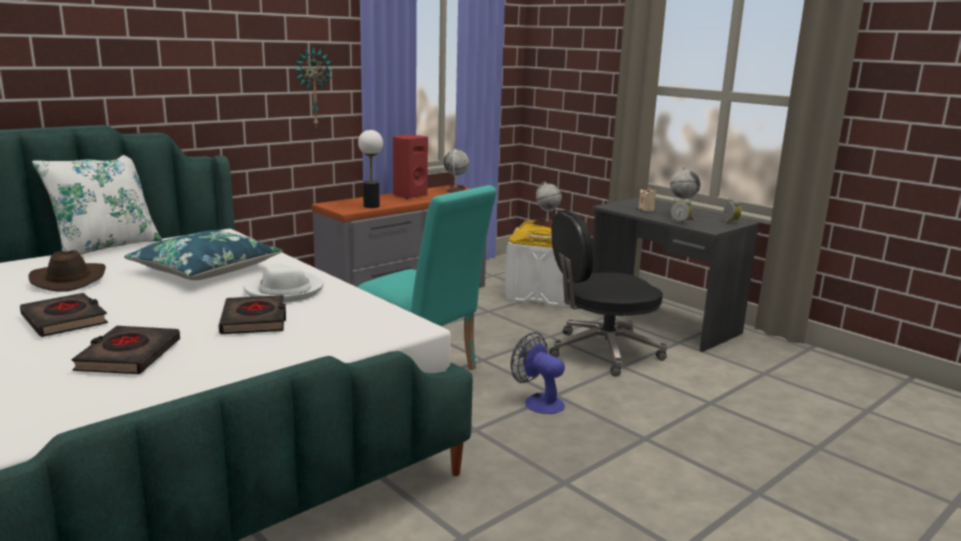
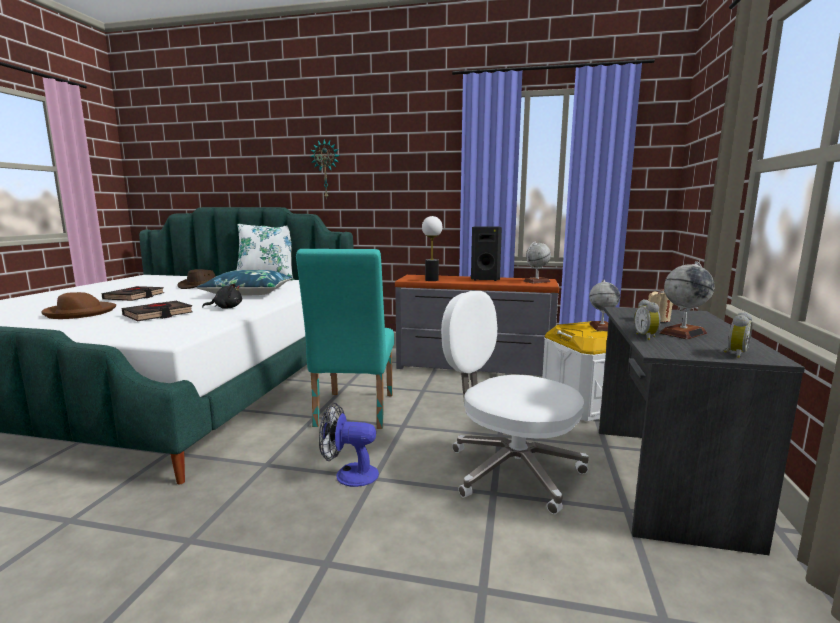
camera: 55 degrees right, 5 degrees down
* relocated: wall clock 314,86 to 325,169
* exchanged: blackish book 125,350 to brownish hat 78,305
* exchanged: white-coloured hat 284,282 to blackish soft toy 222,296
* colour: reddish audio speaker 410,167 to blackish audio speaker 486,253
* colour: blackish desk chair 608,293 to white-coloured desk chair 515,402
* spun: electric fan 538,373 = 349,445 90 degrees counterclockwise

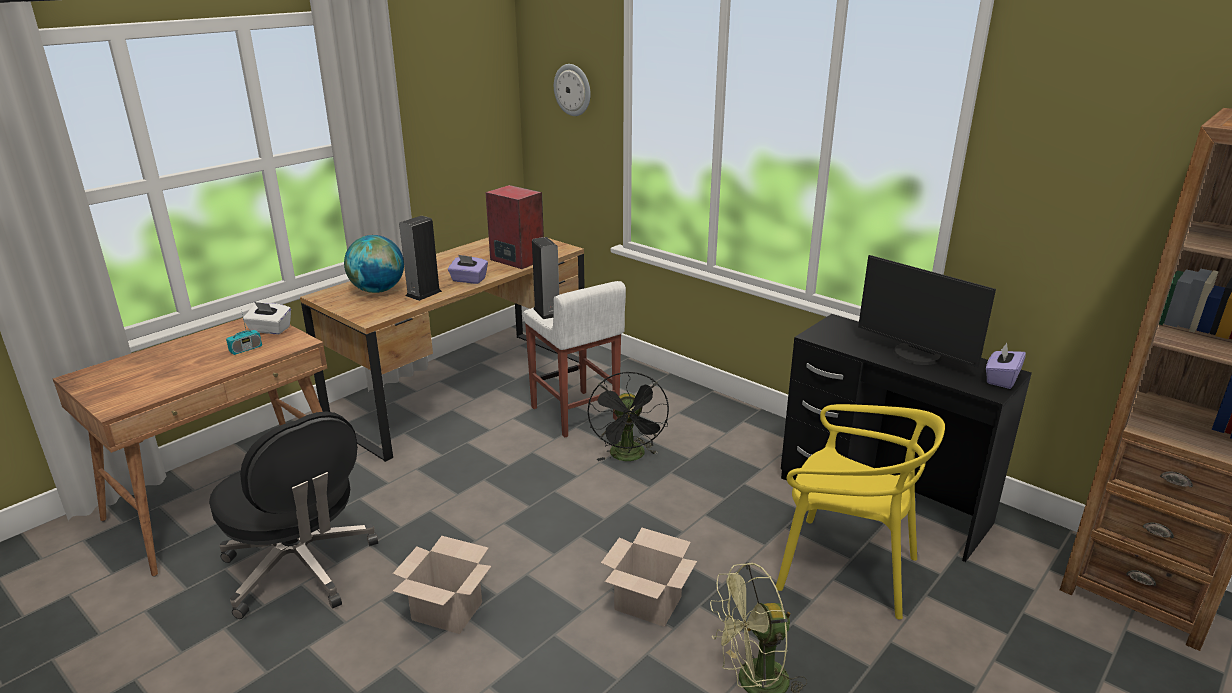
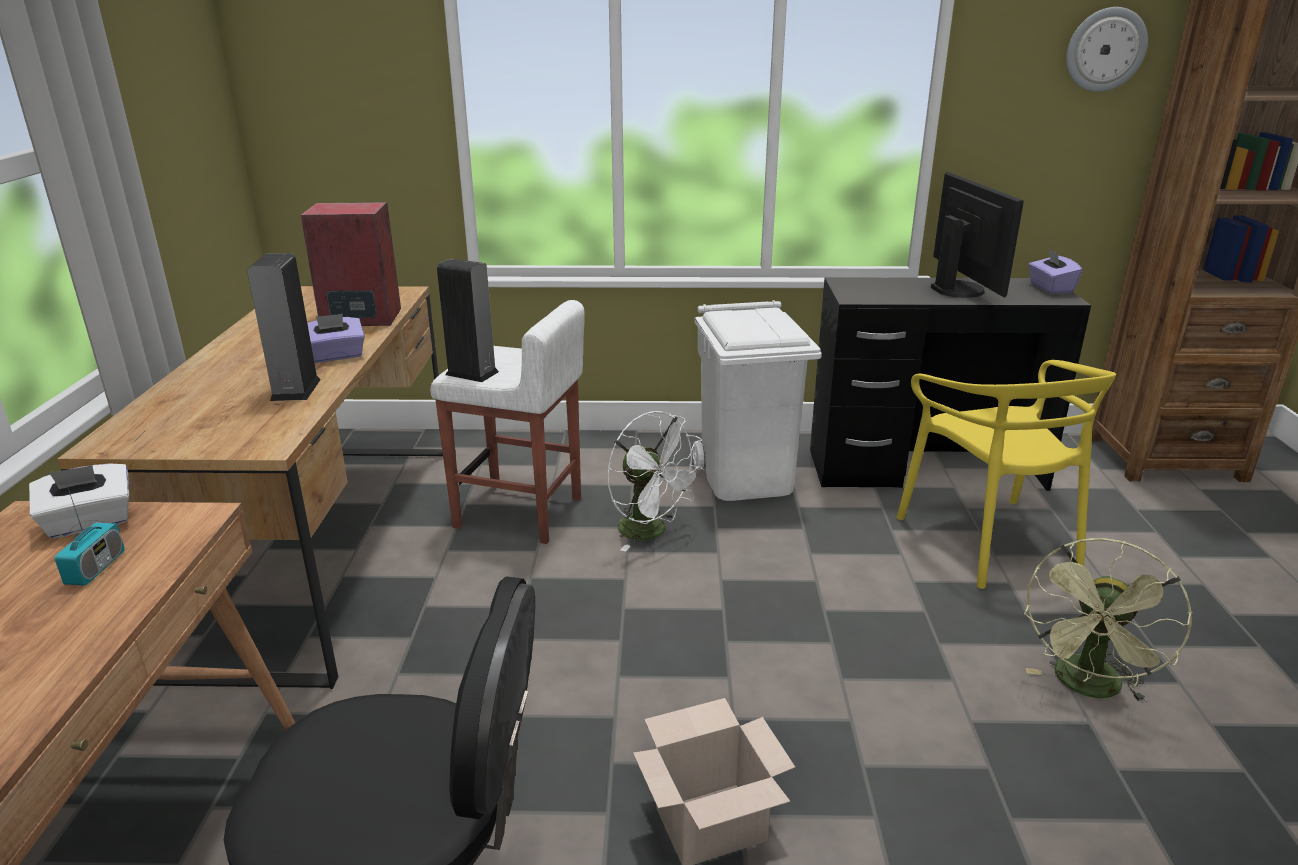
camera: 40 degrees left, 0 degrees up
* missing: desk globe 374,264
* missing: carton 649,577
* appeared: white-coloured trash can 757,400
* relocated: wall clock 572,90 to 1107,49
* colour: blackish electric fan 628,416 to white-coloured electric fan 655,481
* spun: yellowish upright chair 860,512 = 1006,474 90 degrees clockwise
* spun: computer screen 927,311 = 977,235 105 degrees counterclockwise

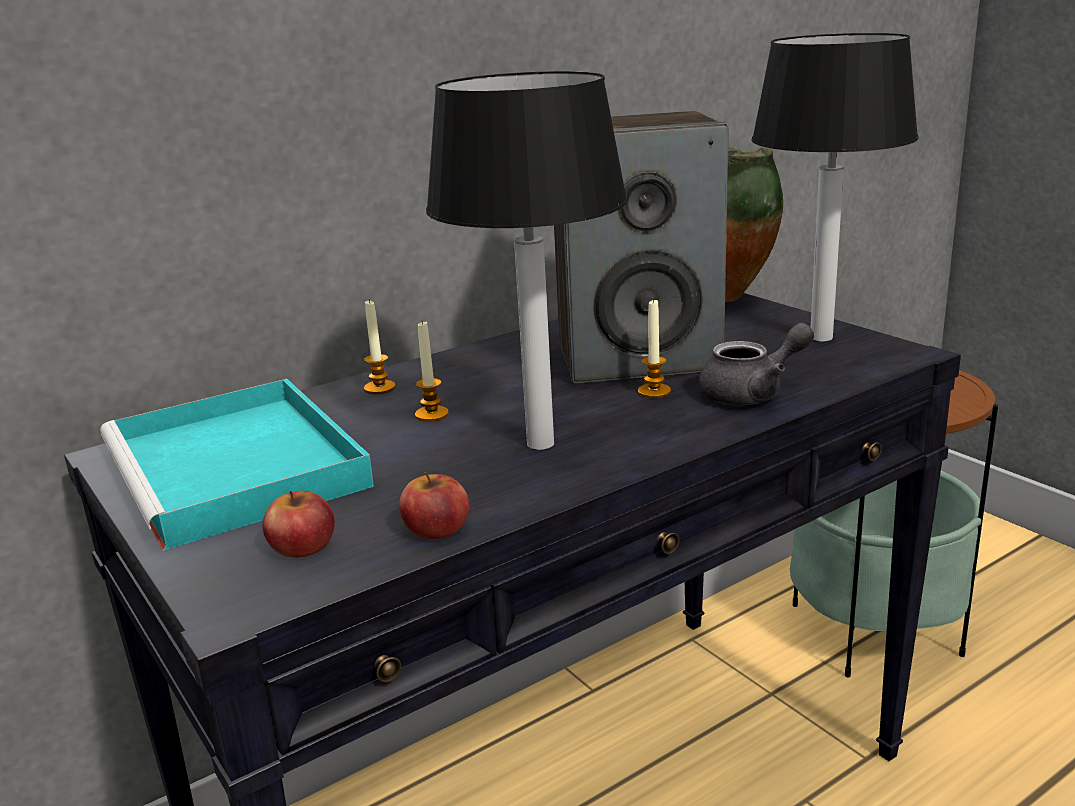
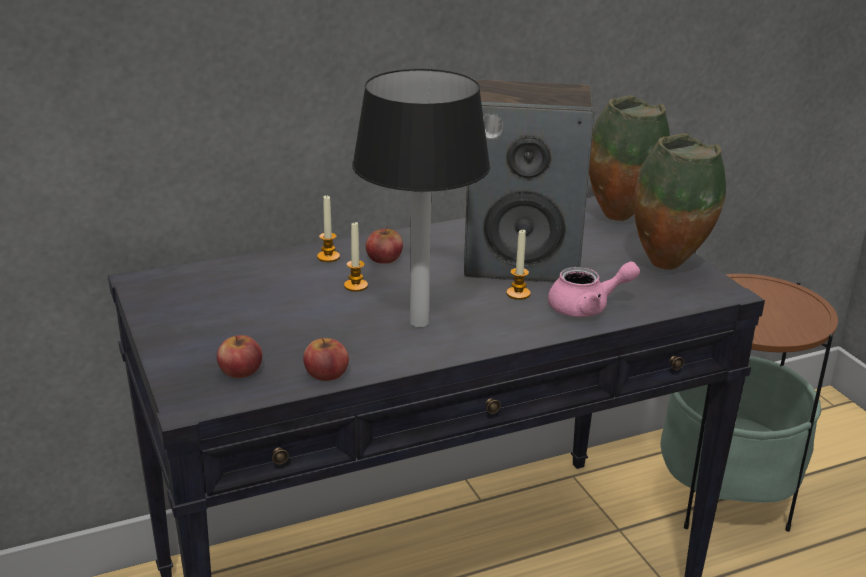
camera: 10 degrees right, 5 degrees up
* missing: blue-green serving tray 237,465
* appeared: apple 384,245
* exchanged: tabletop lamp 835,187 to flower vase 680,201
* colour: greyish teapot 756,364 to pink-coloured teapot 594,289

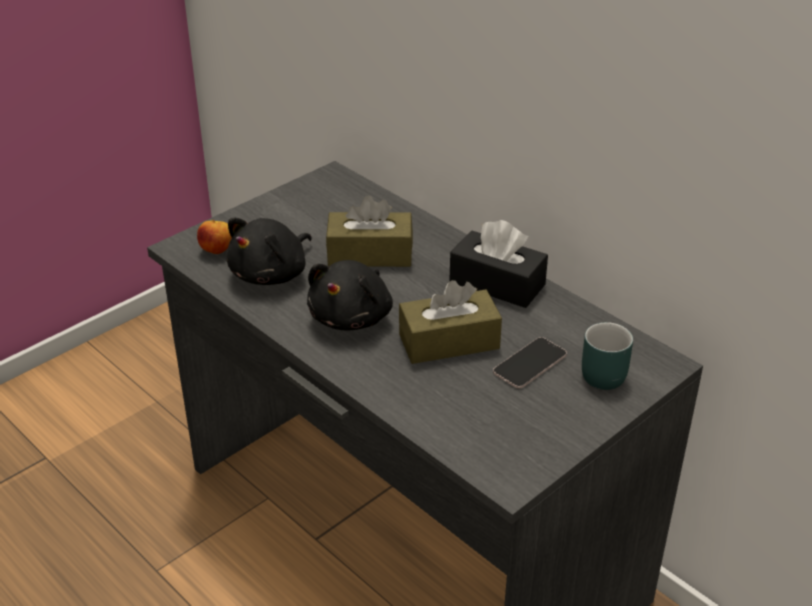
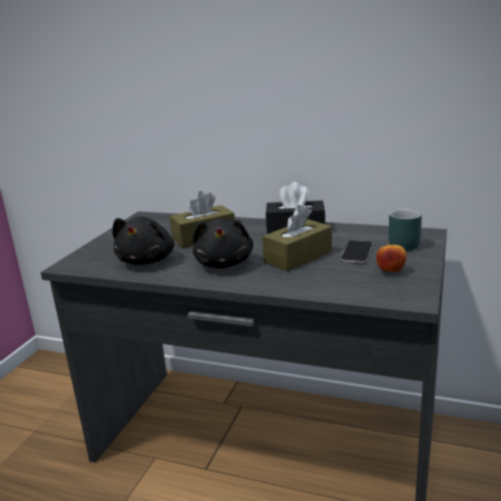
camera: 25 degrees left, 15 degrees down
* relocated: apple 214,237 to 391,258

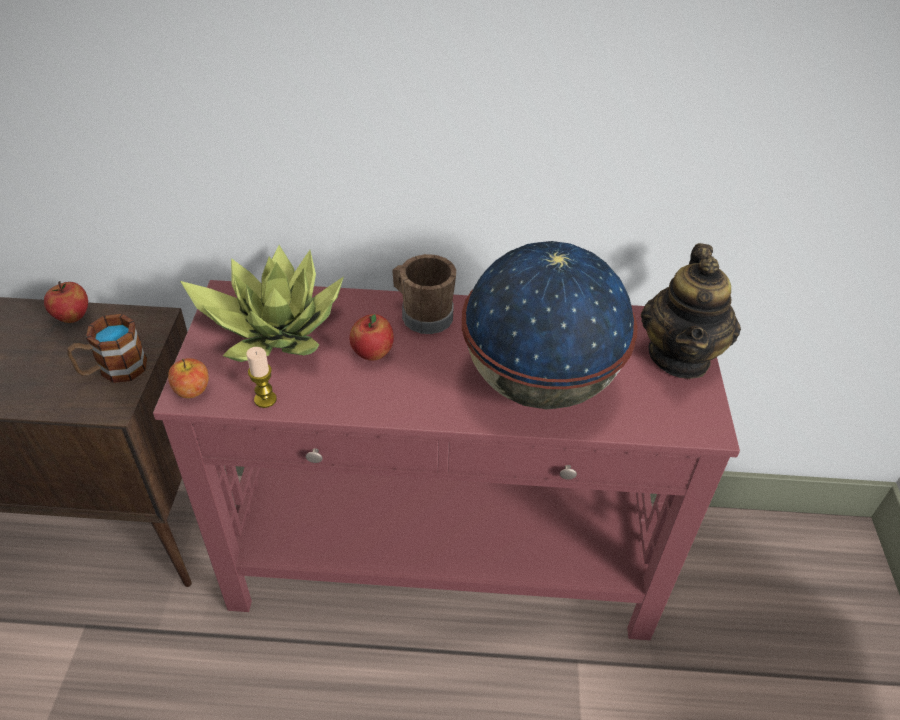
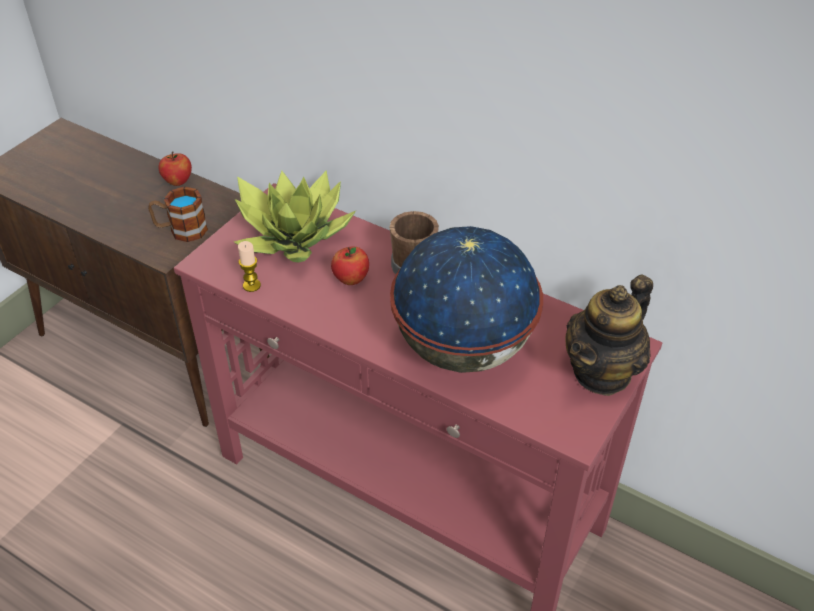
camera: 30 degrees right, 0 degrees up
* missing: apple 188,378

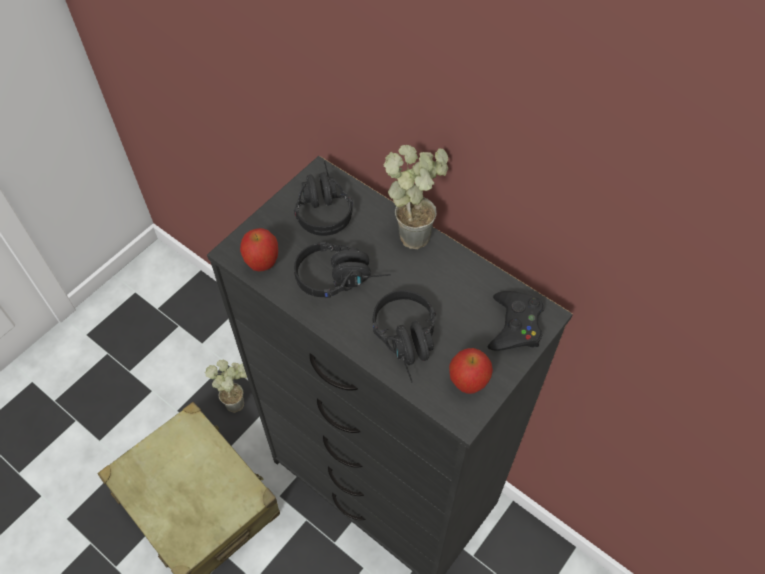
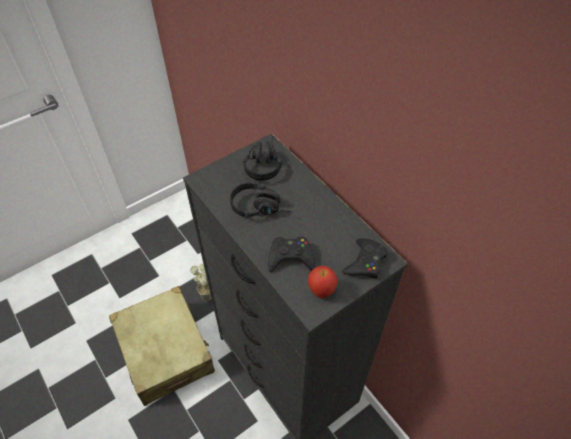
camera: 15 degrees right, 5 degrees down
* missing: apple 259,249
* missing: potted plant 416,197
* exchanged: blackish headphones 404,336 to blackish joypad 291,254

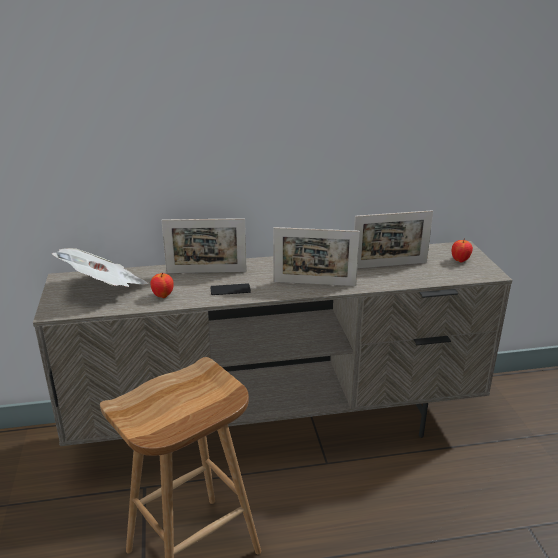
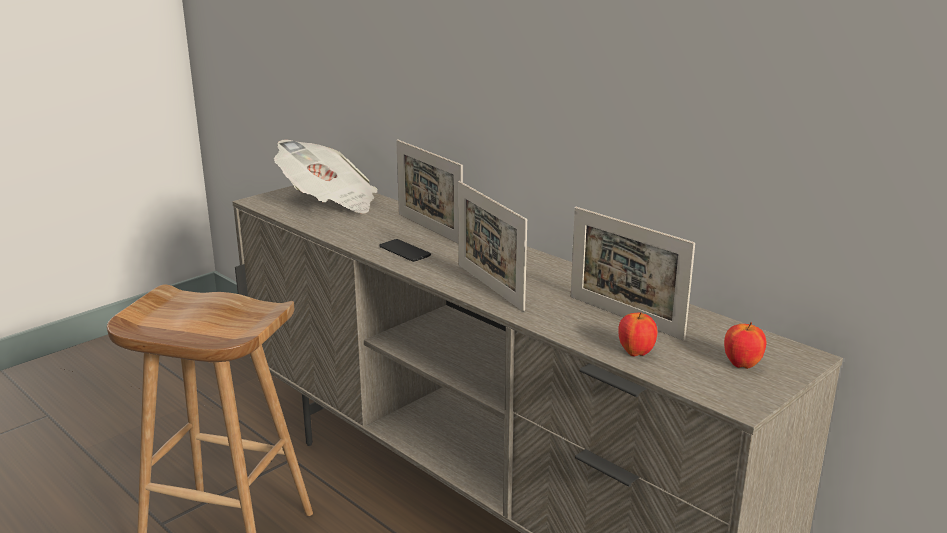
camera: 55 degrees right, 5 degrees down
* relocated: apple 162,285 to 637,334

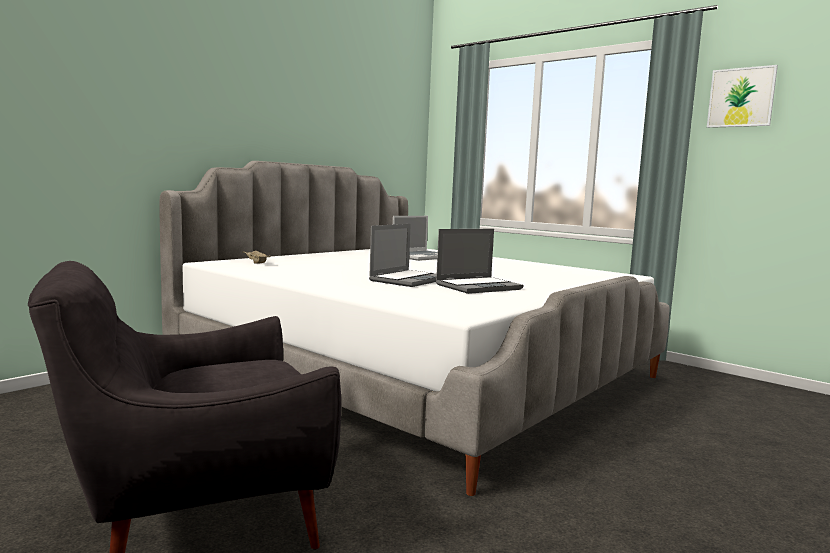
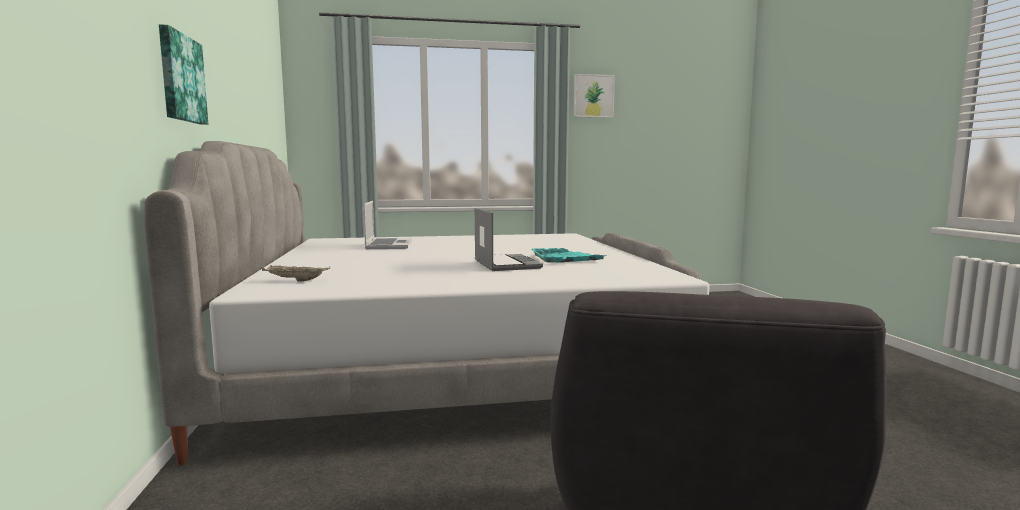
camera: 50 degrees left, 0 degrees up
* appeared: wall picture 183,74
* exchanged: laptop 479,261 to blue-green serving tray 568,255

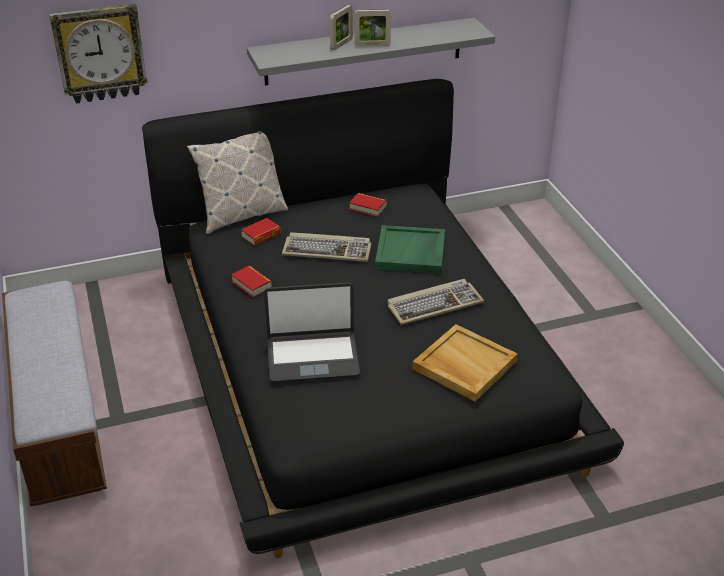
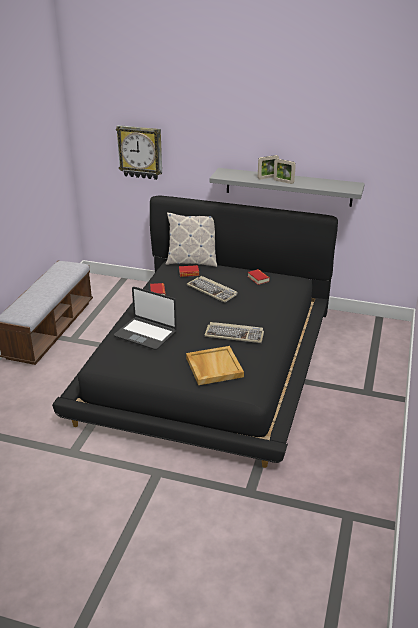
camera: 35 degrees right, 5 degrees down
* missing: green-coloured serving tray 410,249

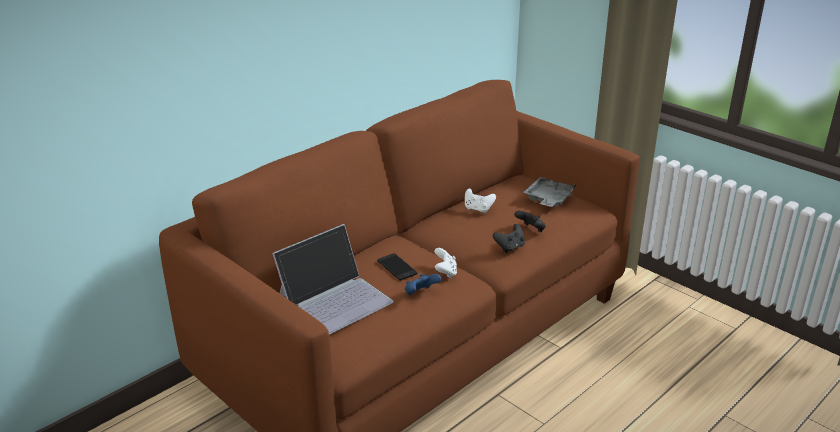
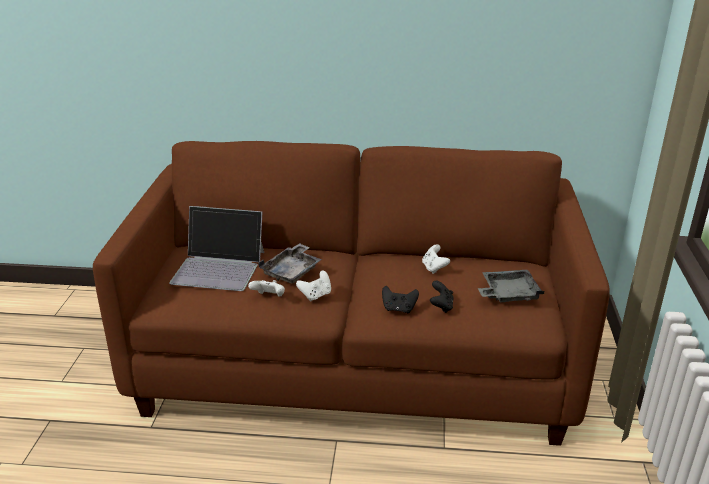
camera: 50 degrees right, 0 degrees up
* exchanged: telephone 397,267 to greyish serving tray 290,263
* colour: bluish joypad 423,284 to white-coloured joypad 266,288

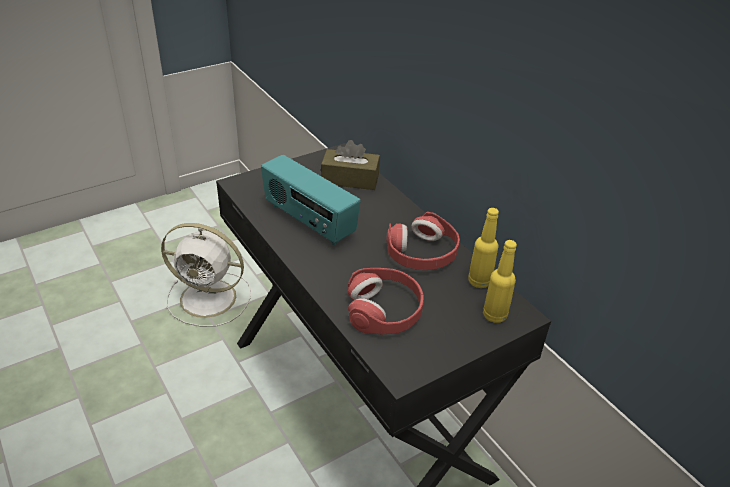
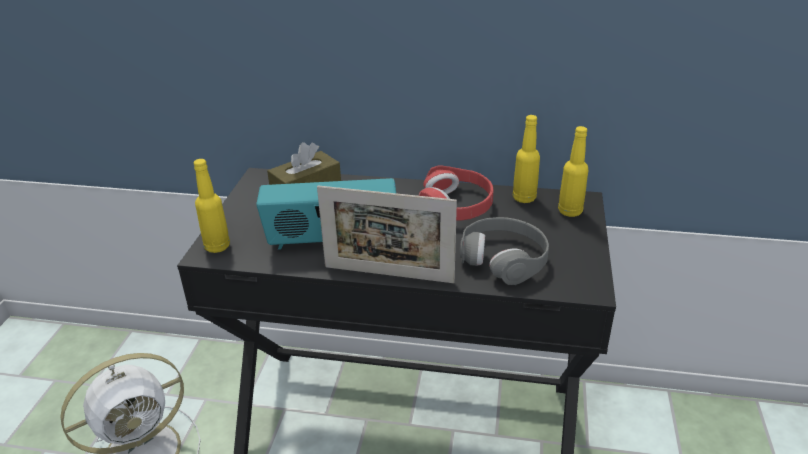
camera: 45 degrees left, 5 degrees down
* appeared: yellowish beverage bottle 212,206
* appeared: photo frame 387,234
* colour: reddish headphones 385,301 to greyish headphones 504,251

